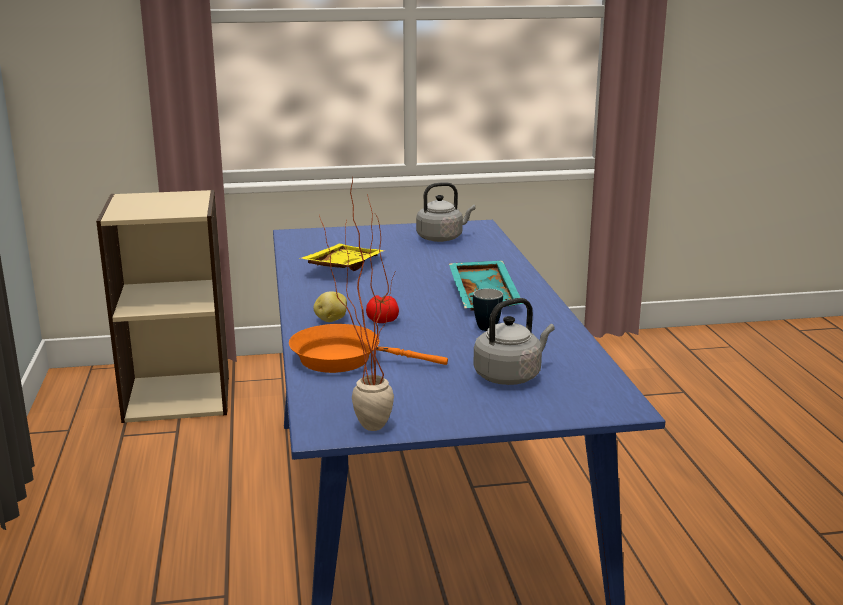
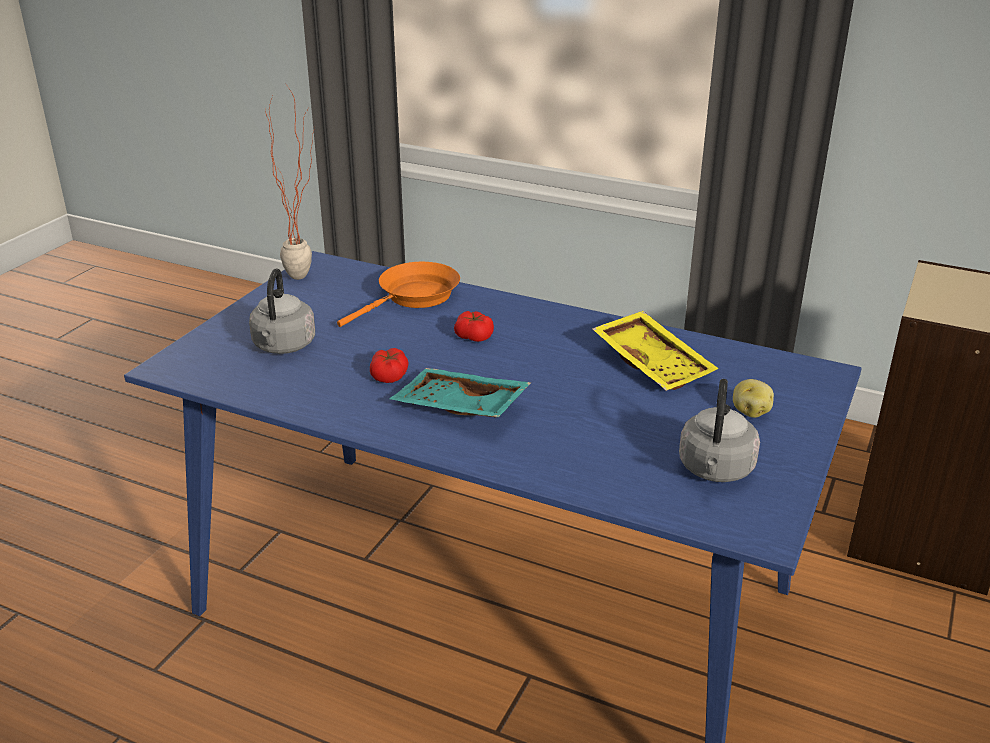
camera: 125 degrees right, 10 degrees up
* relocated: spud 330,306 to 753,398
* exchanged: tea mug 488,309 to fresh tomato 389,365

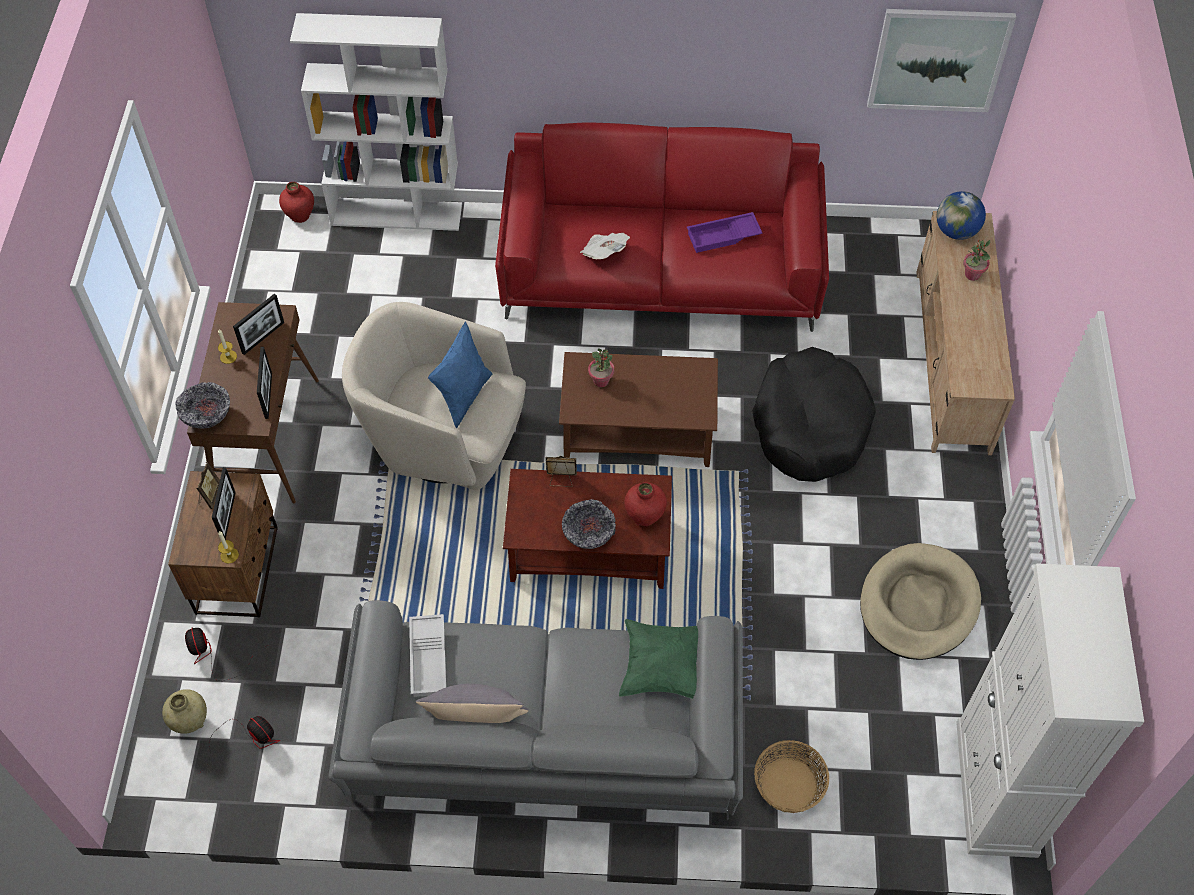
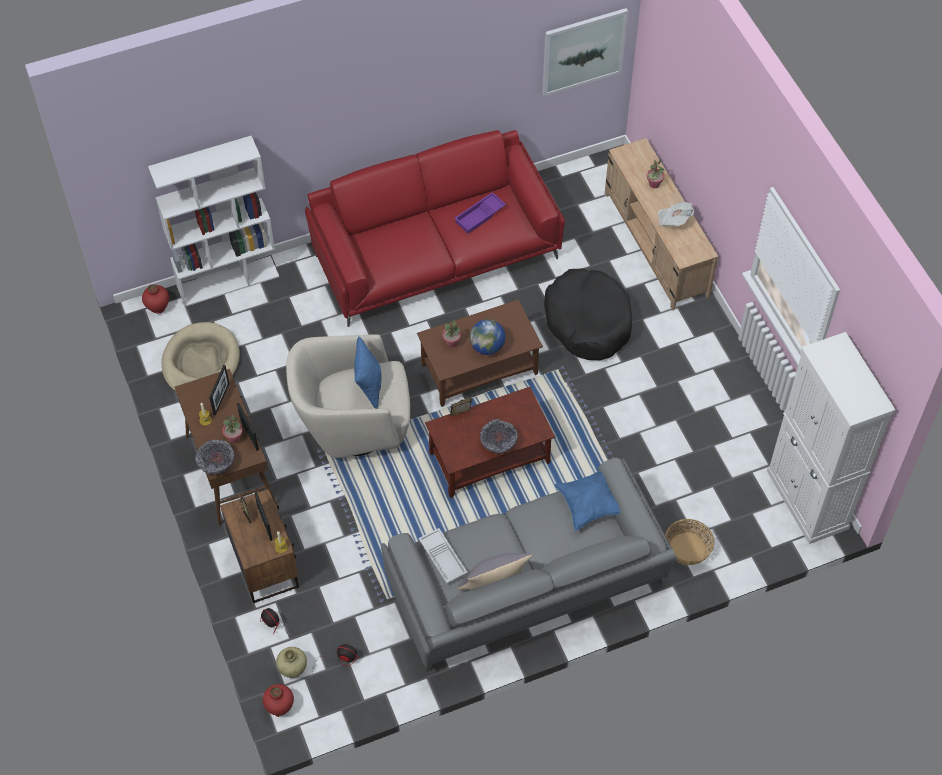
camera: 25 degrees left, 0 degrees up
* appeared: potted plant 232,429
* relocated: daily paper 605,246 to 676,214
* relocated: reddish flower vase 645,504 to 278,700
* relocated: beige-coloured dog cushion 920,601 to 200,357
* relocated: desk globe 961,215 to 487,337
* colour: green-coloured pillow 658,659 to bluish pillow 587,501

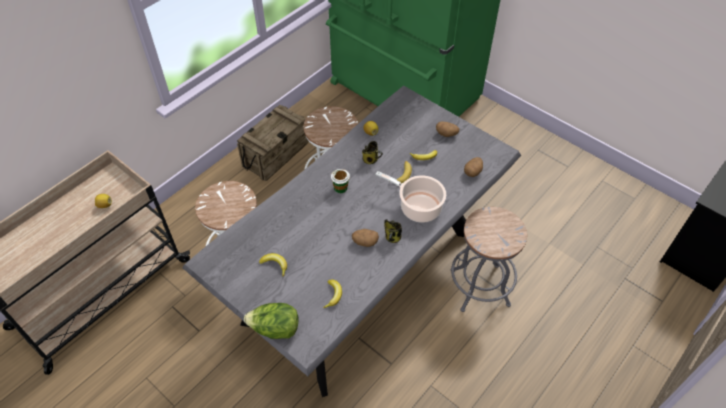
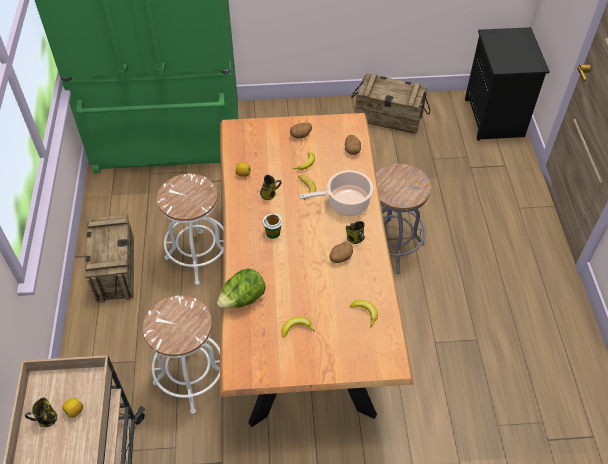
camera: 45 degrees left, 0 degrees up
* appeared: tea mug 41,412
* appeared: packing crate 390,104
* relocated: lettuce head 271,321 to 241,288
* colour: greyish dining table 351,241 to brownish dining table 317,270

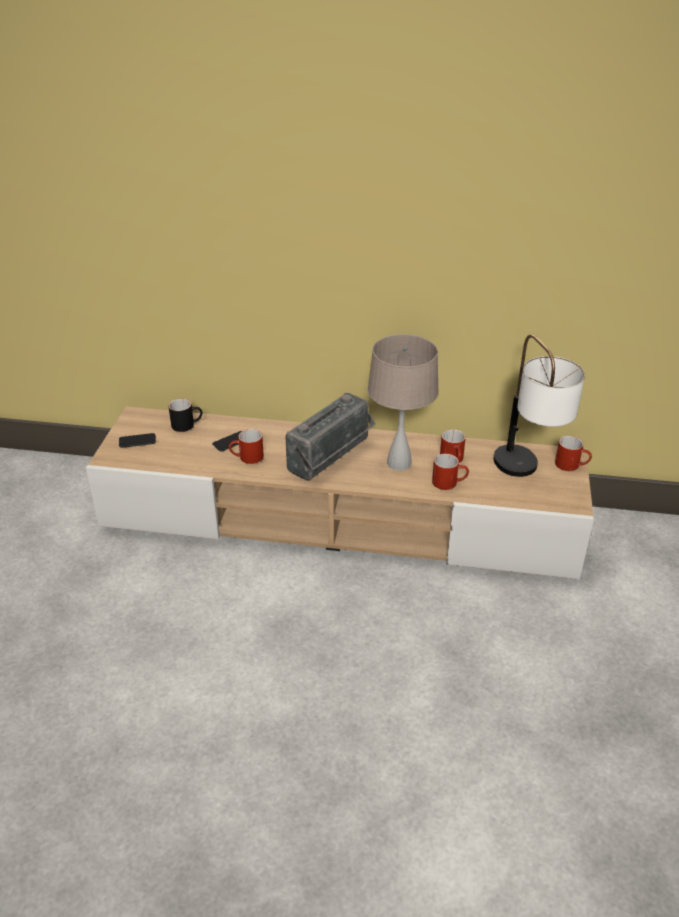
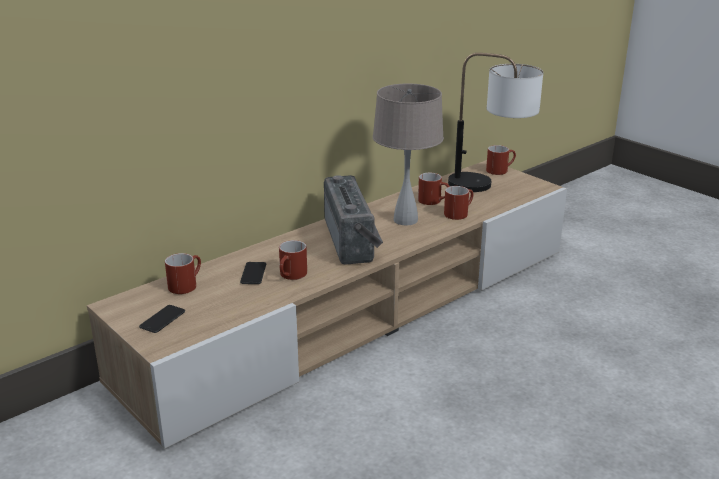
camera: 50 degrees left, 10 degrees down
* colour: blackish tea mug 185,415 to reddish tea mug 183,273

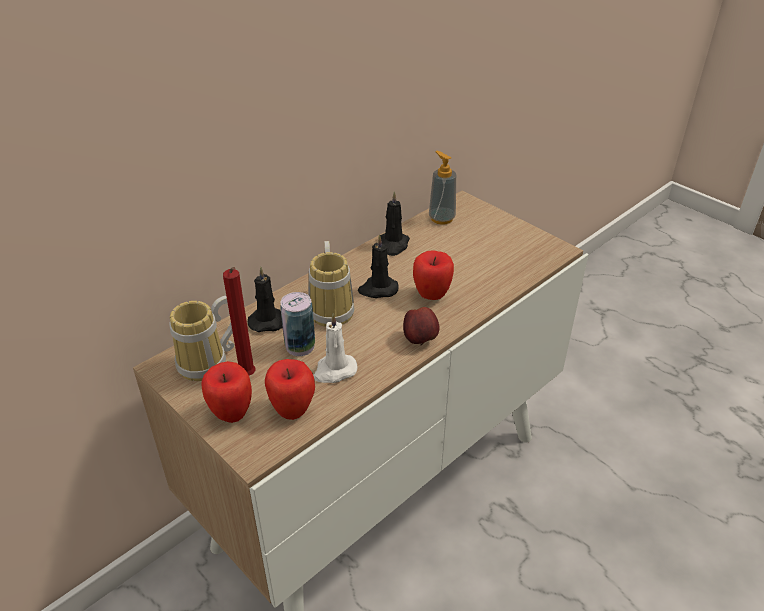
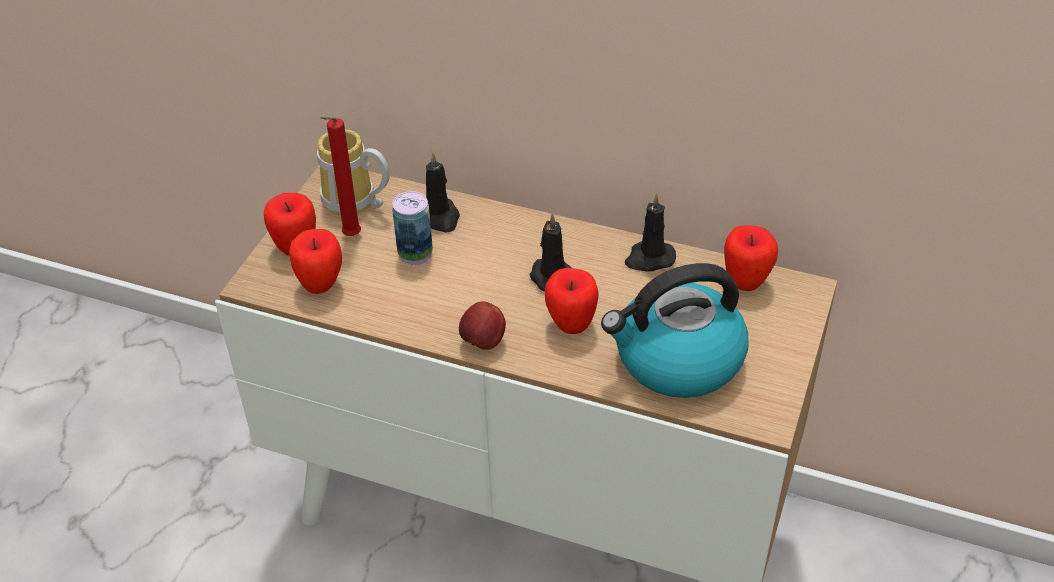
camera: 65 degrees right, 5 degrees up
* missing: tea mug 331,284
* missing: white-coloured candle 335,348
* appeared: kettle 674,330
* exchanged: liquid soap bottle 442,188 to apple 751,258

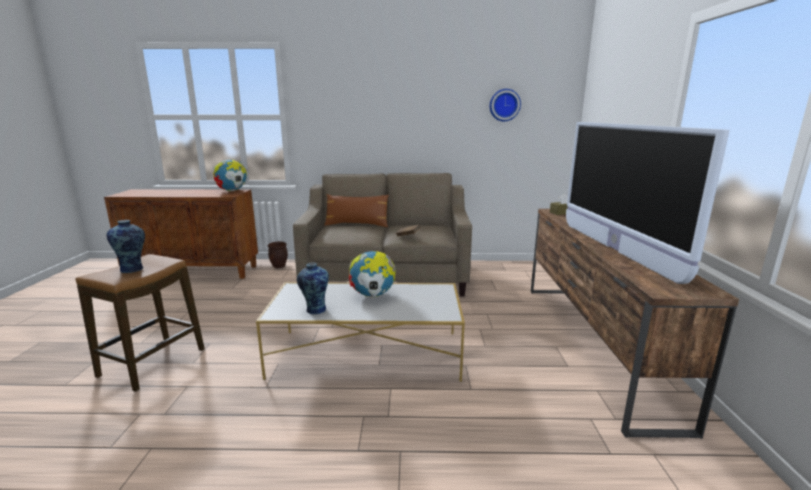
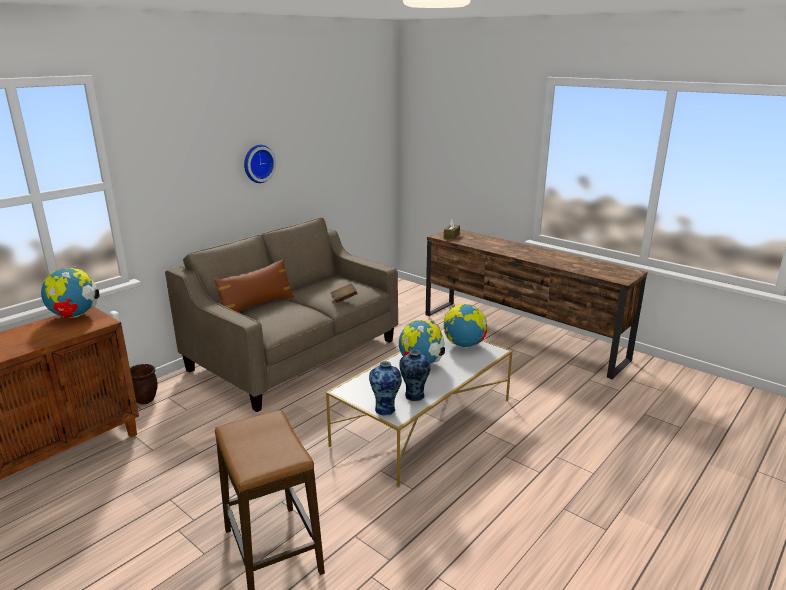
camera: 50 degrees left, 5 degrees up
* missing: TV 648,203
* appeared: desk globe 465,326
* relocated: flower vase 126,246 to 385,388
* relocated: wall clock 505,105 to 260,164

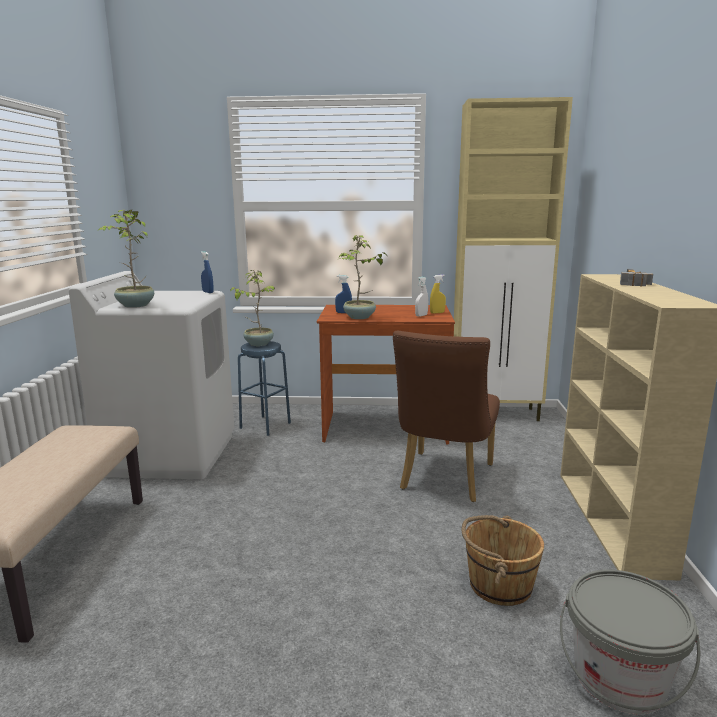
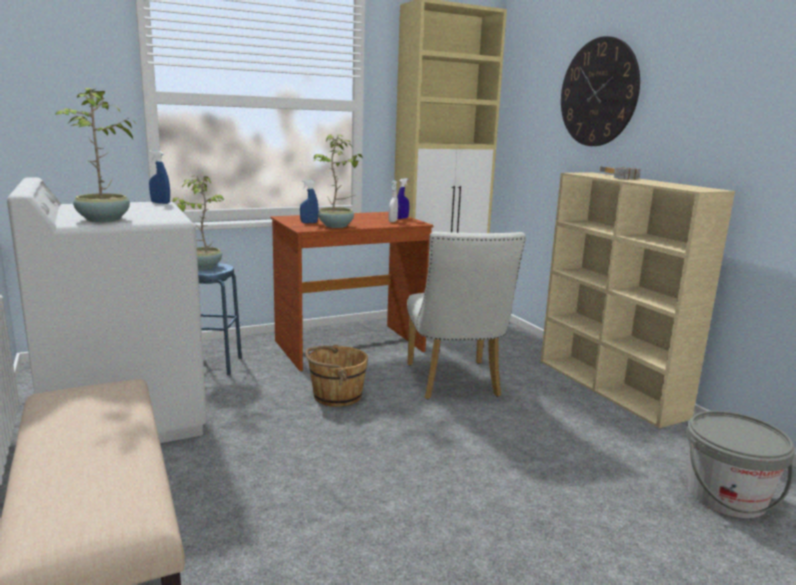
camera: 30 degrees left, 0 degrees up
* appeared: wall clock 600,91
* relocated: brownish water bucket 502,560 to 336,376
* colour: brownish upright chair 446,416 to white-coloured upright chair 466,315
* colour: yellowish spray bottle 438,294 to bluish spray bottle 403,198

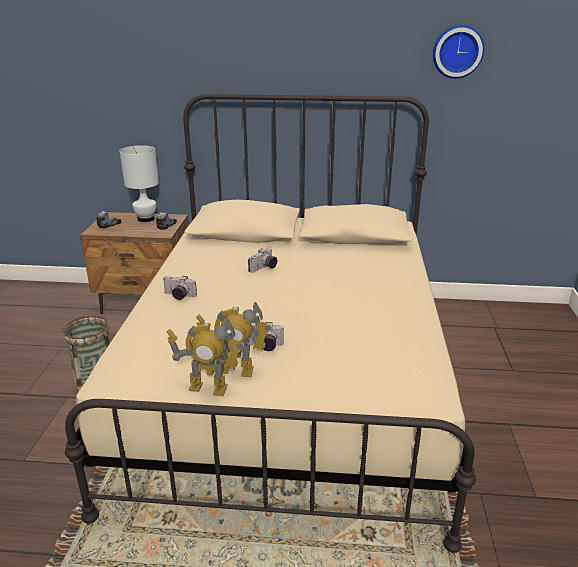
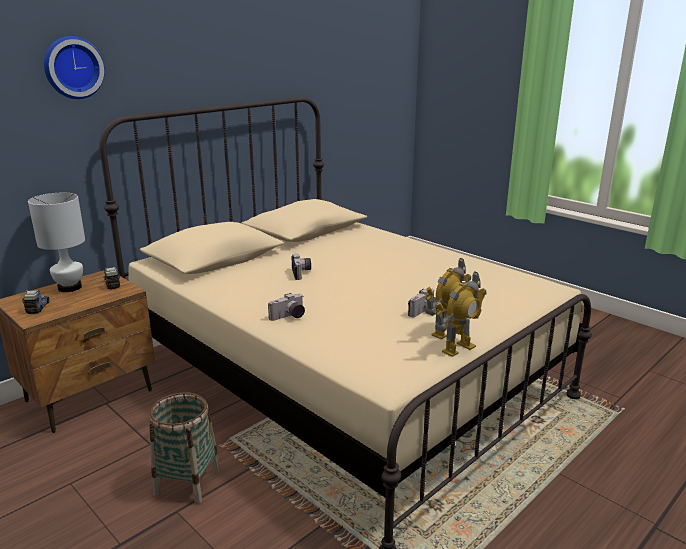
camera: 50 degrees left, 5 degrees down
* relocated: wall clock 458,52 to 74,67

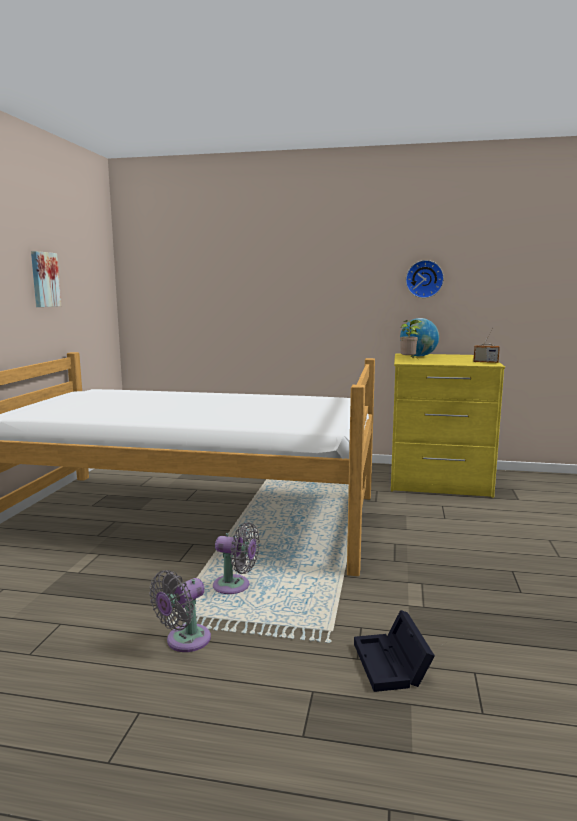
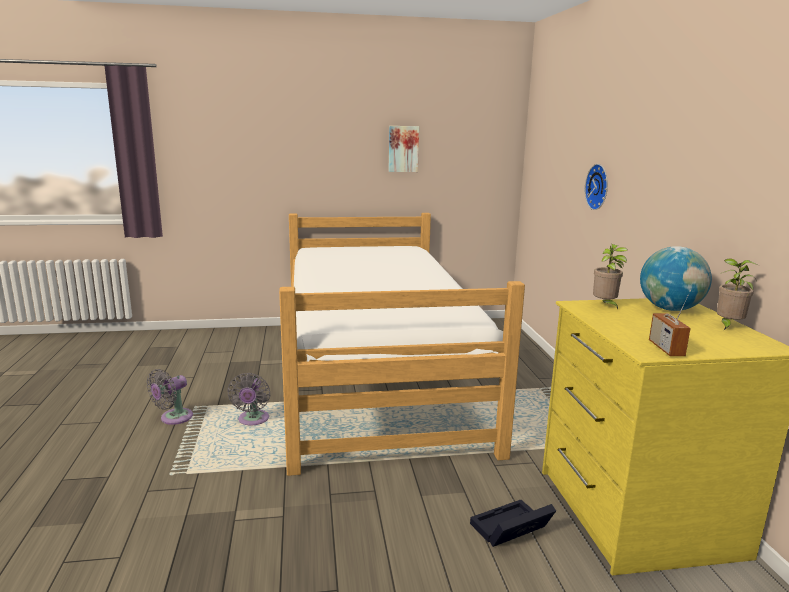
camera: 70 degrees right, 5 degrees up
* appeared: potted plant 737,294
* relocated: blackish storage box 394,651 to 513,523
* relocated: wall clock 425,279 to 596,187
* spun: greyish electric fan 180,611 = 170,397 75 degrees counterclockwise

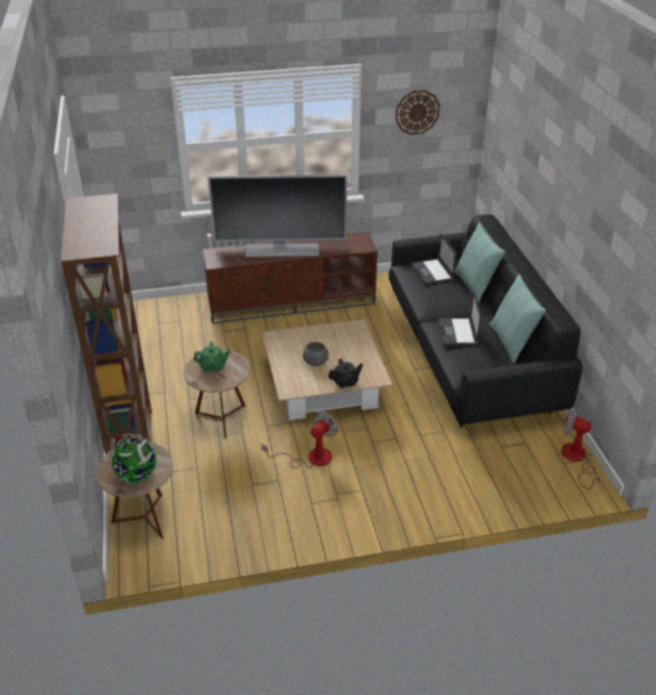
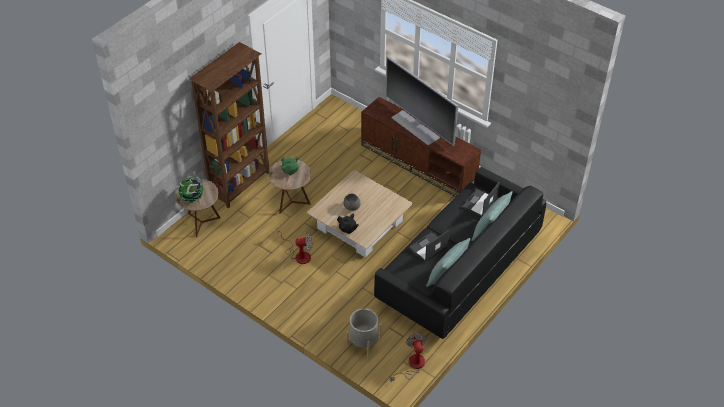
camera: 50 degrees right, 10 degrees up
* missing: wall clock 417,112
* appeared: greyish plant pot 364,333

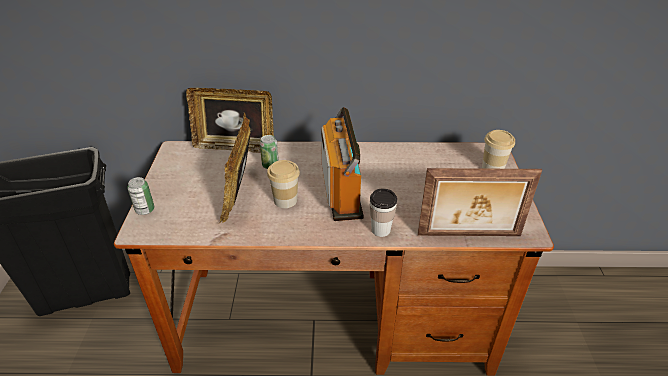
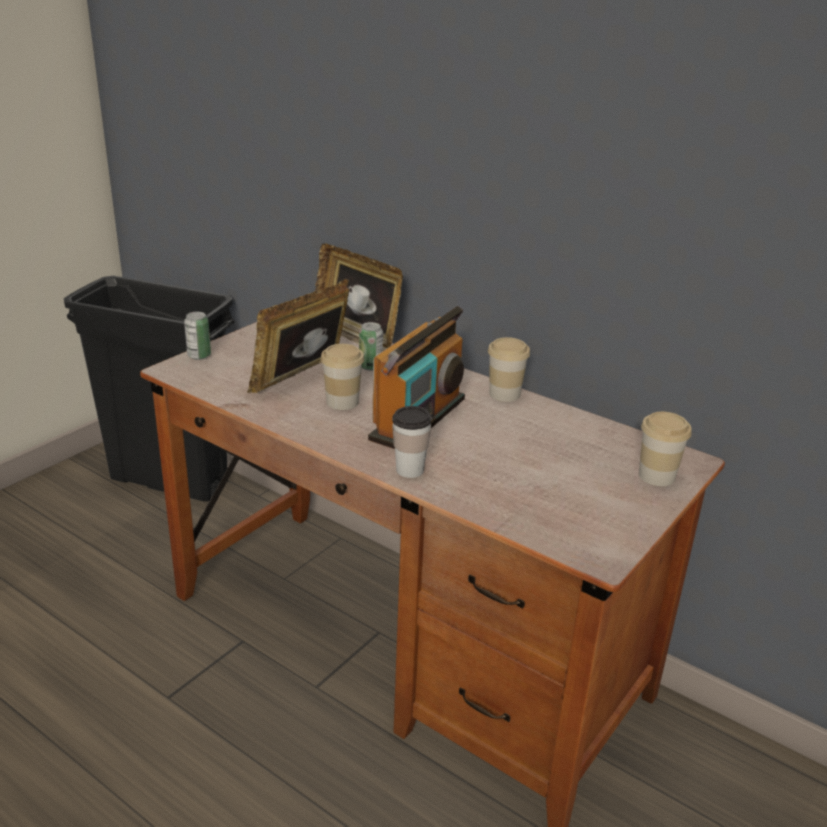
camera: 35 degrees right, 10 degrees down
* missing: photo frame 480,202
* appeared: cup 509,369

